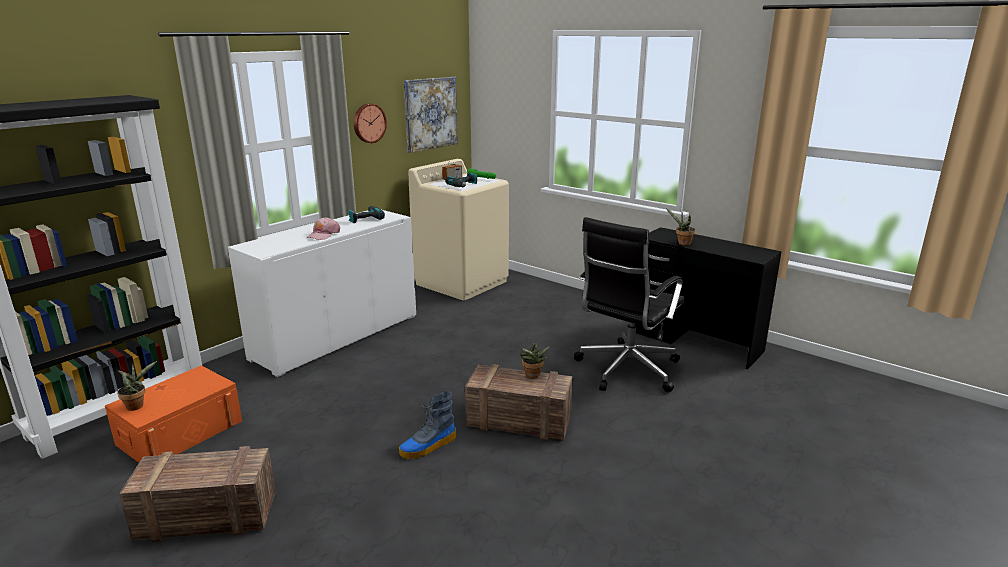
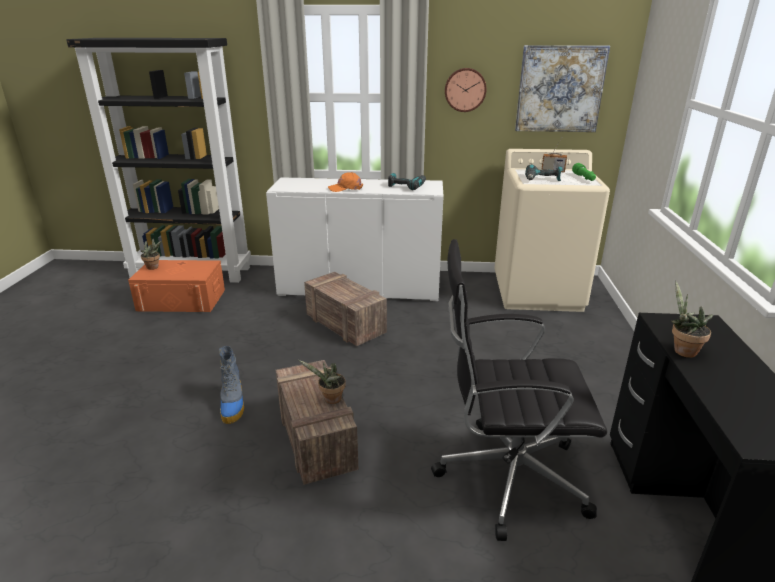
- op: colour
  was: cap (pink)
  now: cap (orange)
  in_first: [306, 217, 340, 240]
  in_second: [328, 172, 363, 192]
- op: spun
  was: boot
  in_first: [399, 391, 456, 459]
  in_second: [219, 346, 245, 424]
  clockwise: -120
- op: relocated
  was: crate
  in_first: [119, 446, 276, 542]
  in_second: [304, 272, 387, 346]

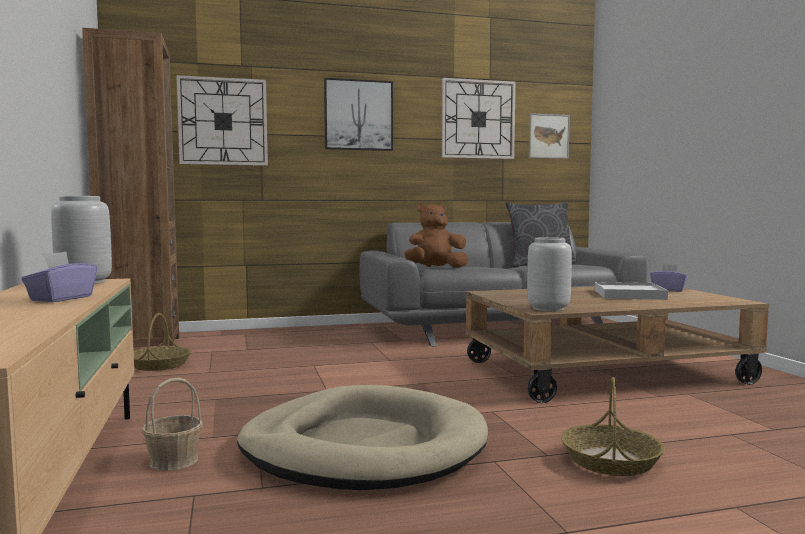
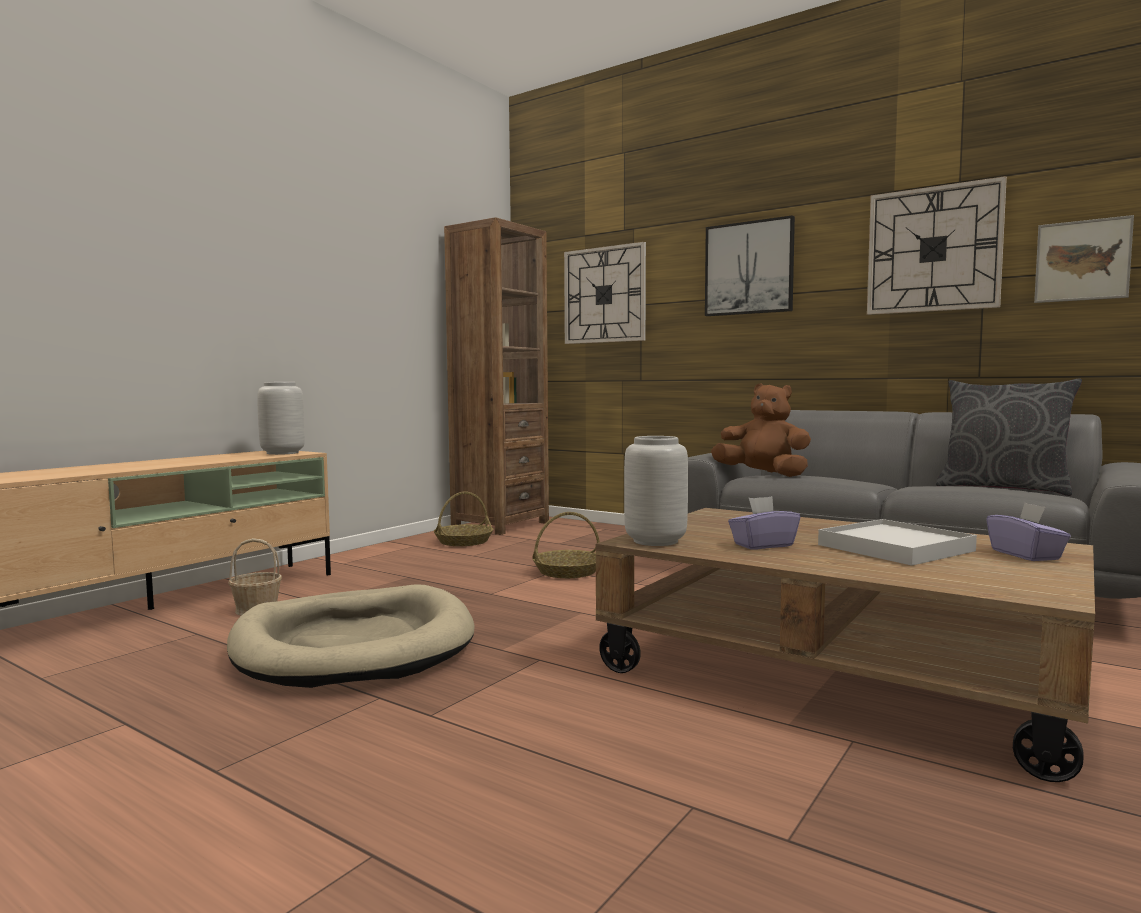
- op: relocated
  was: tissue box (purple)
  in_first: [21, 252, 97, 302]
  in_second: [728, 496, 800, 549]
- op: relocated
  was: basket
  in_first: [561, 377, 665, 476]
  in_second: [532, 512, 600, 578]

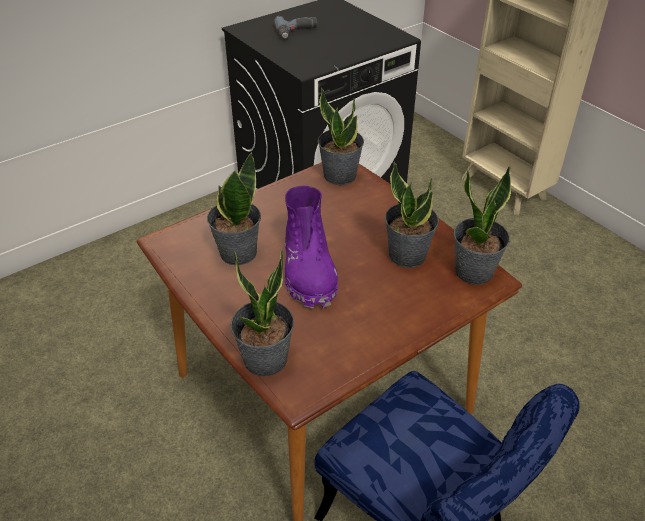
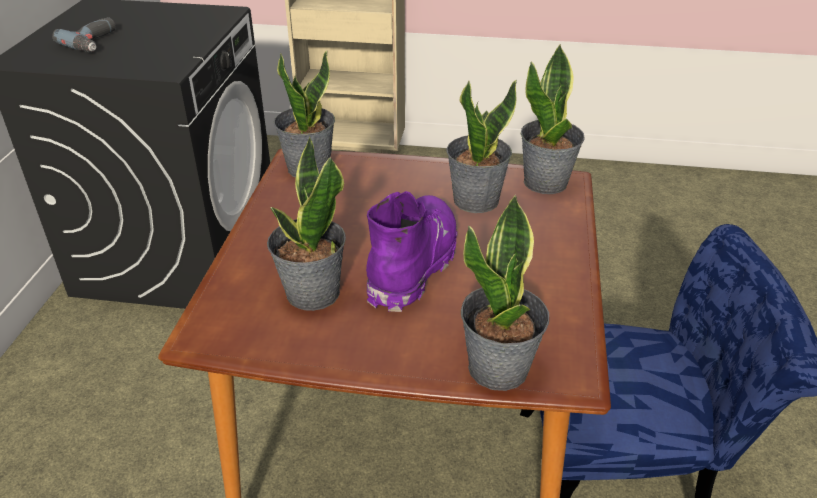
- op: spun
  was: boot (purple)
  in_first: [284, 186, 338, 308]
  in_second: [366, 191, 457, 312]
  clockwise: -105

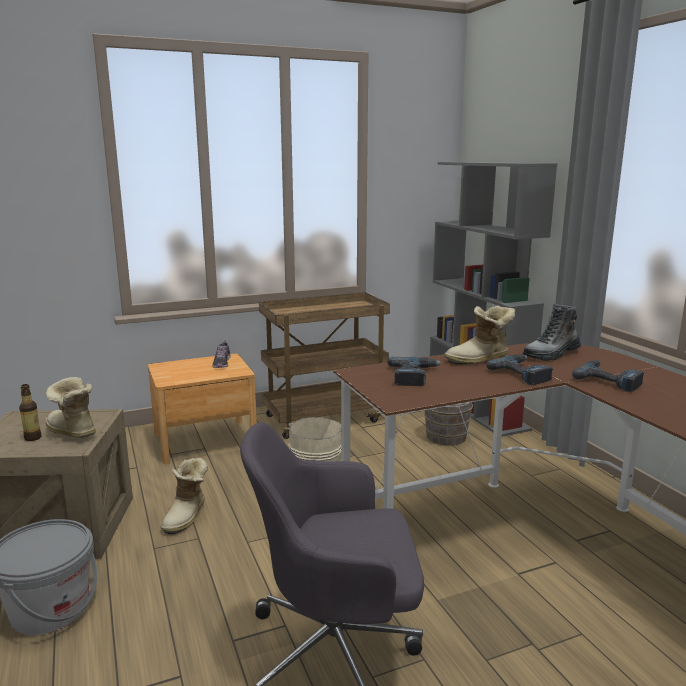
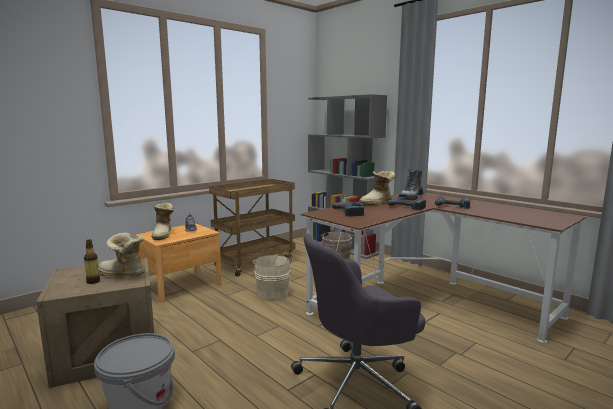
- op: relocated
  was: boot
  in_first: [160, 458, 208, 534]
  in_second: [151, 203, 174, 240]

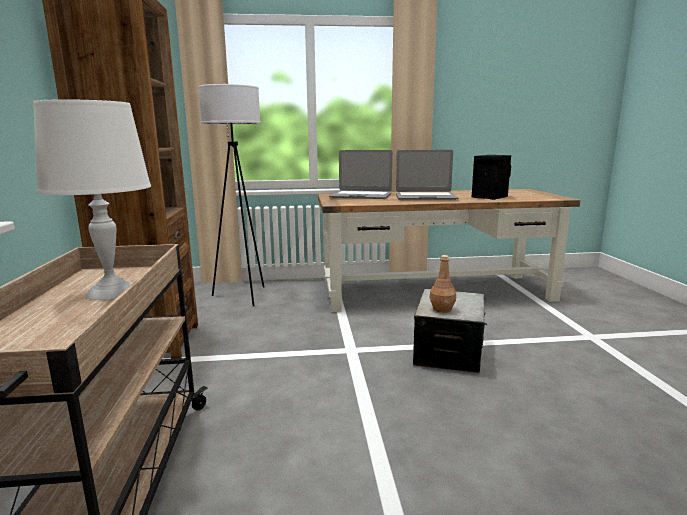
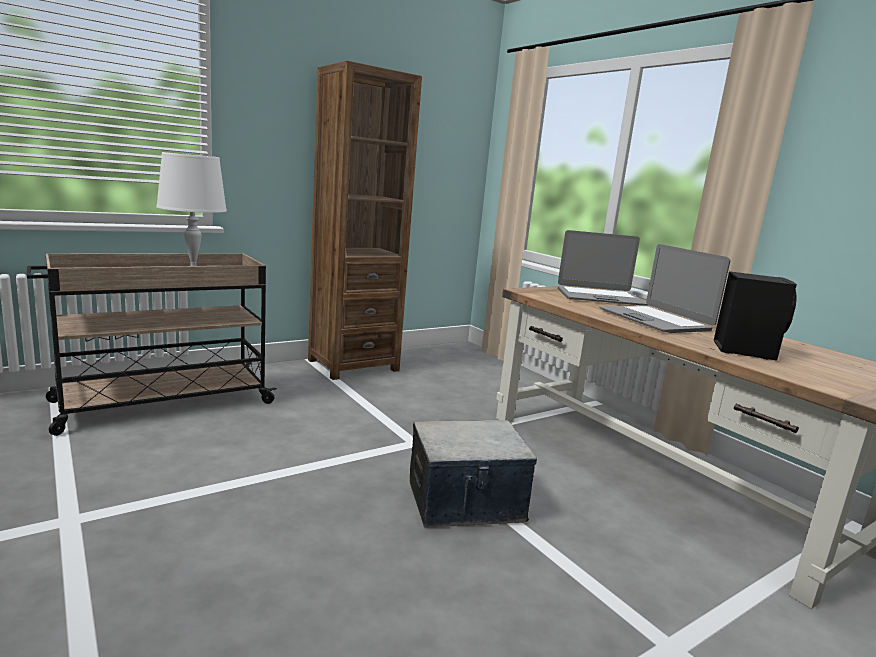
- op: missing
  was: floor lamp (white)
  in_first: [198, 84, 264, 306]
- op: spun
  was: laptop
  in_first: [329, 150, 392, 199]
  in_second: [558, 230, 647, 306]
  clockwise: -75
- op: missing
  was: bottle (brown)
  in_first: [430, 255, 456, 313]

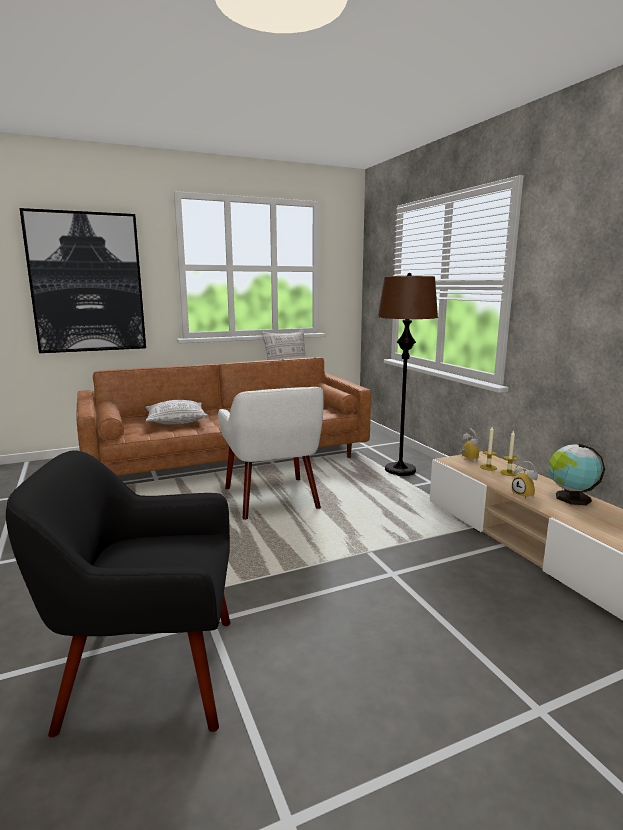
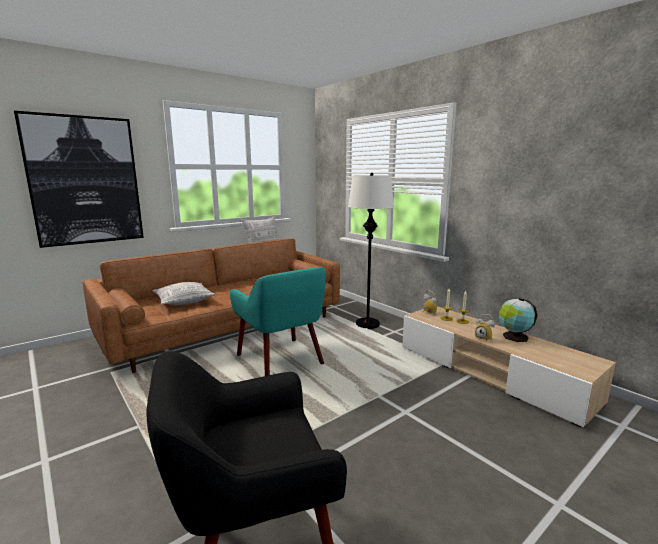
- op: colour
  was: floor lamp (brown)
  now: floor lamp (white)
  in_first: [377, 273, 438, 476]
  in_second: [348, 173, 394, 329]
- op: colour
  was: armchair (white)
  now: armchair (turquoise)
  in_first: [218, 387, 323, 520]
  in_second: [230, 267, 326, 376]

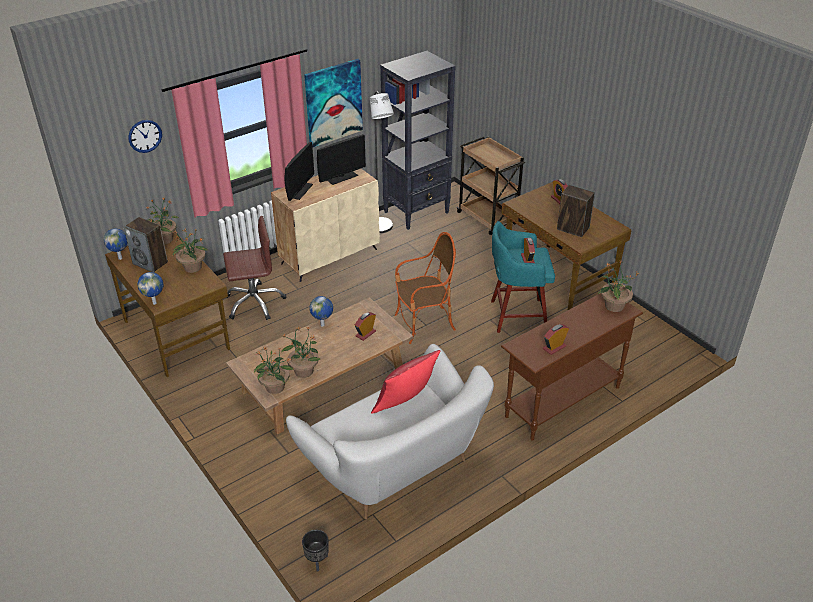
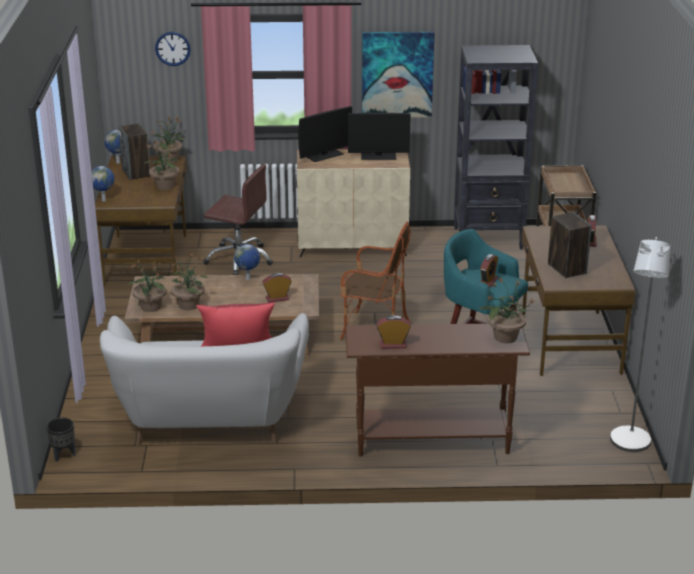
- op: relocated
  was: floor lamp (grey)
  in_first: [370, 92, 394, 233]
  in_second: [610, 237, 670, 452]

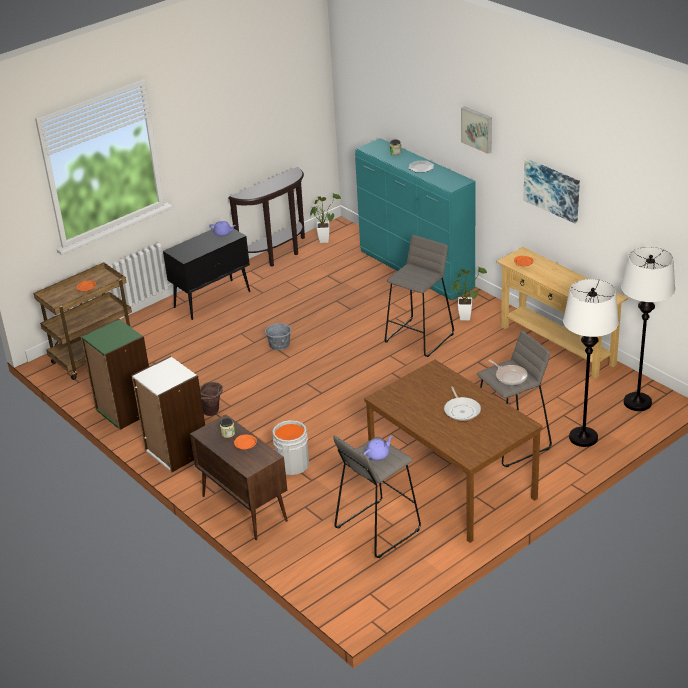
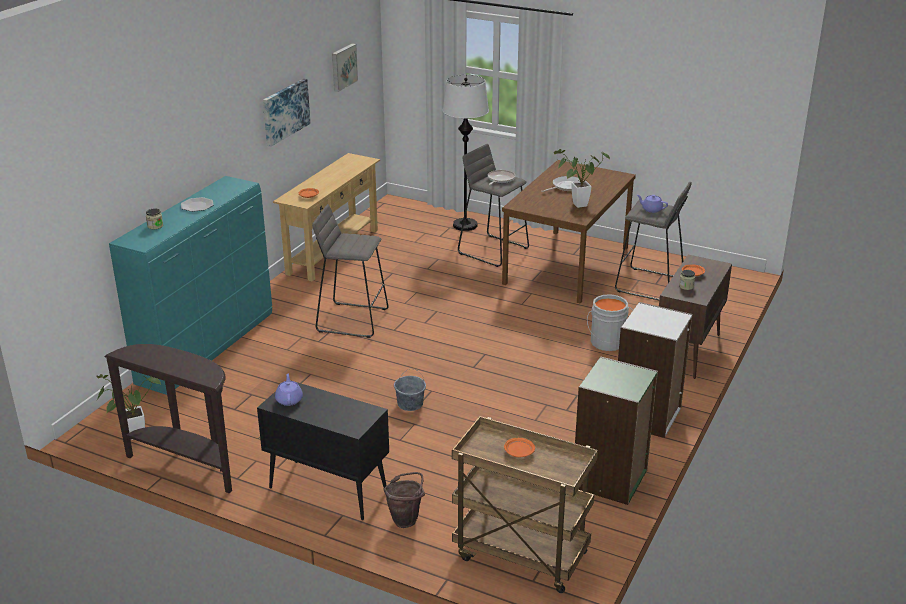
- op: relocated
  was: picture
  in_first: [461, 106, 492, 154]
  in_second: [332, 43, 358, 92]
- op: missing
  was: floor lamp (white)
  in_first: [621, 247, 675, 411]
- op: relocated
  was: potted plant
  in_first: [451, 267, 487, 321]
  in_second: [554, 149, 610, 208]
- op: relocated
  was: bucket (brown)
  in_first: [200, 382, 223, 416]
  in_second: [383, 472, 425, 528]

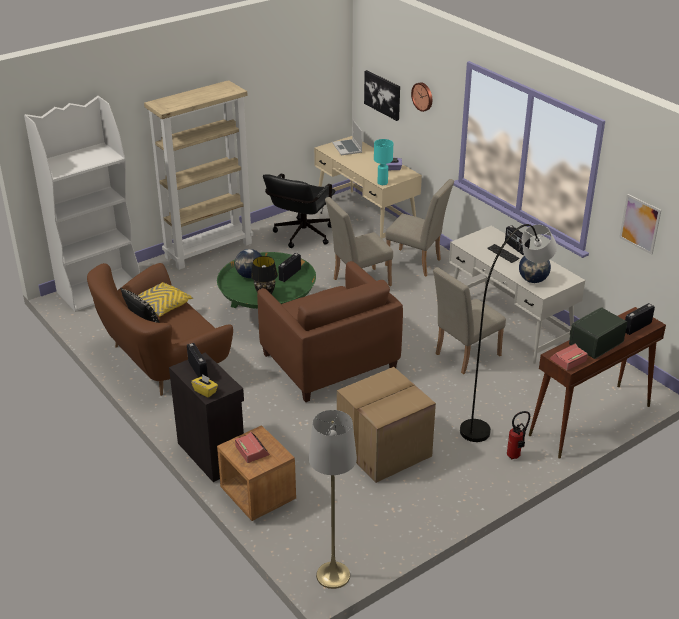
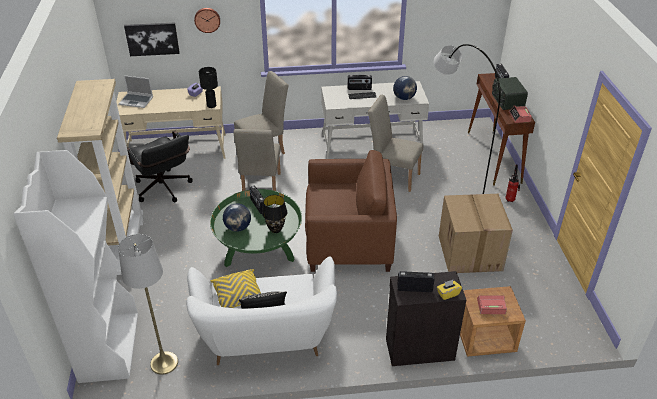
- op: colour
  was: table lamp (turquoise)
  now: table lamp (black)
  in_first: [374, 139, 393, 185]
  in_second: [199, 67, 218, 108]
- op: missing
  was: picture
  in_first: [619, 194, 661, 255]
- op: colour
  was: sofa (brown)
  now: sofa (white)
  in_first: [87, 263, 233, 396]
  in_second: [186, 256, 337, 365]
- op: spun
  was: chair (beige)
  in_first: [433, 267, 506, 374]
  in_second: [368, 95, 424, 192]
  clockwise: 120
- op: relocated
  was: floor lamp (grey)
  in_first: [309, 410, 357, 589]
  in_second: [118, 234, 178, 375]

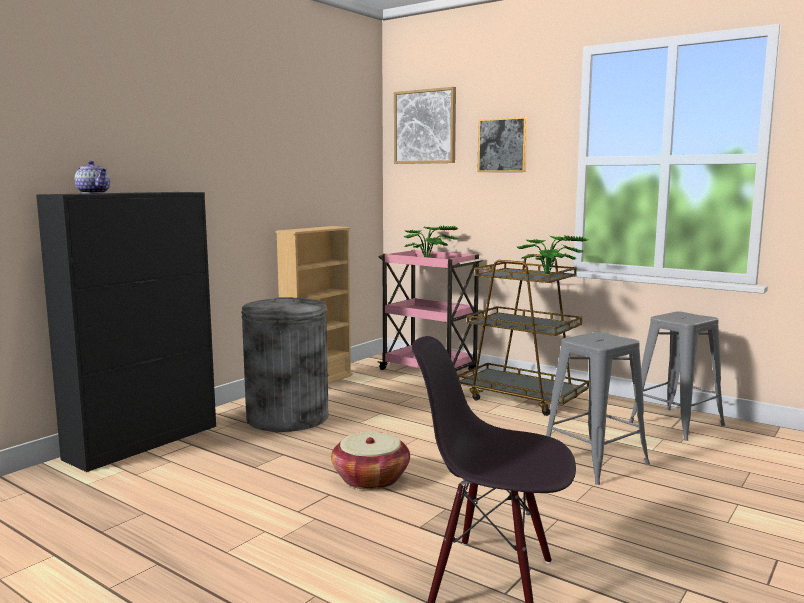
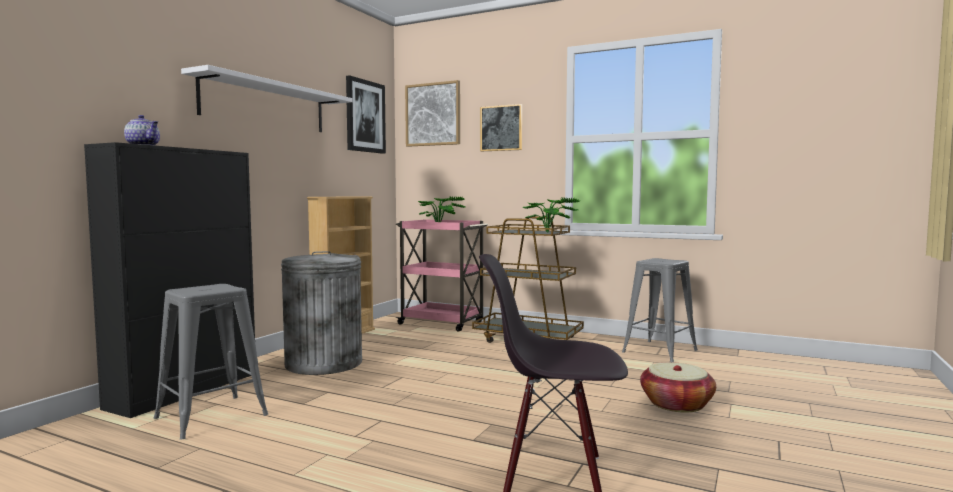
- op: relocated
  was: stool (grey)
  in_first: [546, 332, 650, 485]
  in_second: [154, 284, 268, 440]
- op: relocated
  was: basket
  in_first: [331, 432, 410, 490]
  in_second: [640, 362, 716, 413]
- op: appeared
  now: shelf (white)
  in_second: [181, 65, 352, 132]
- op: appeared
  now: picture
  in_second: [346, 75, 386, 154]

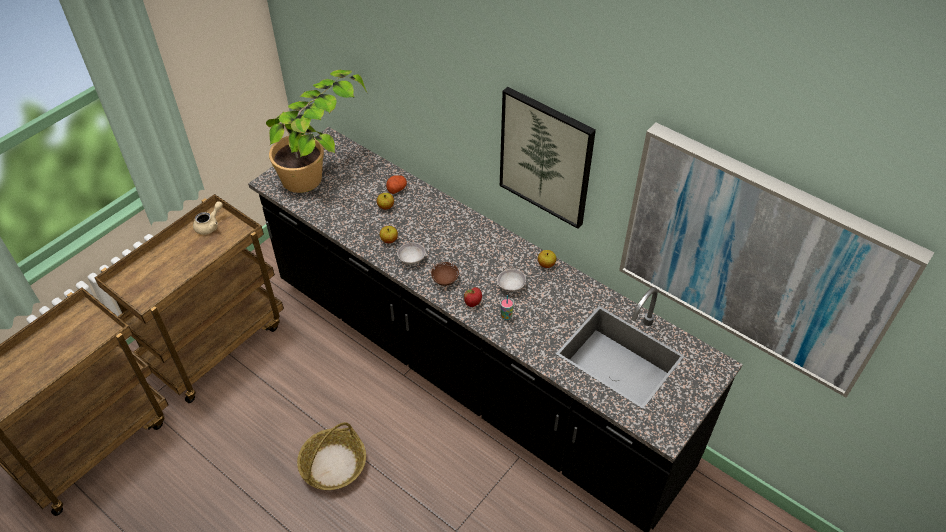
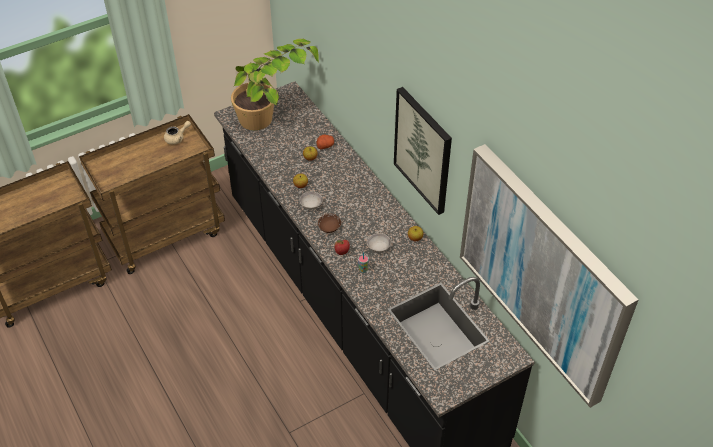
- op: missing
  was: basket
  in_first: [297, 422, 366, 490]

